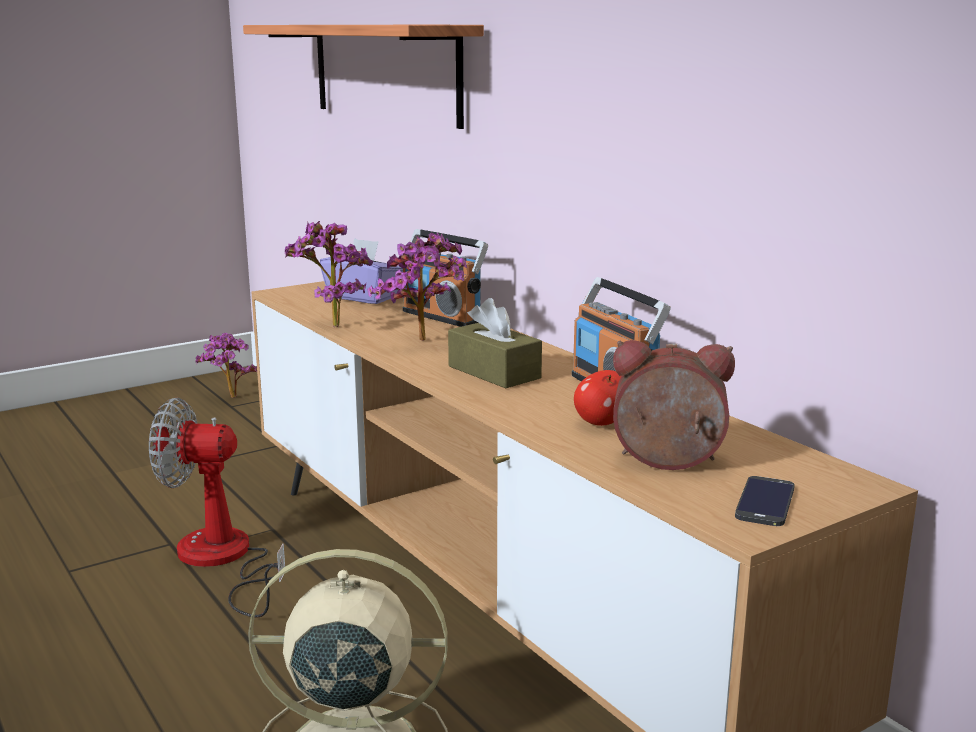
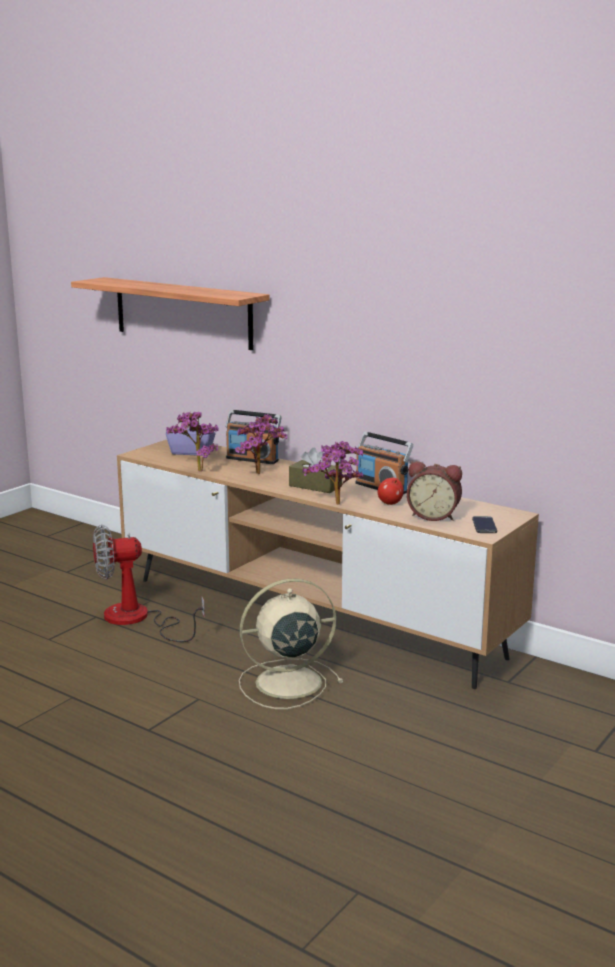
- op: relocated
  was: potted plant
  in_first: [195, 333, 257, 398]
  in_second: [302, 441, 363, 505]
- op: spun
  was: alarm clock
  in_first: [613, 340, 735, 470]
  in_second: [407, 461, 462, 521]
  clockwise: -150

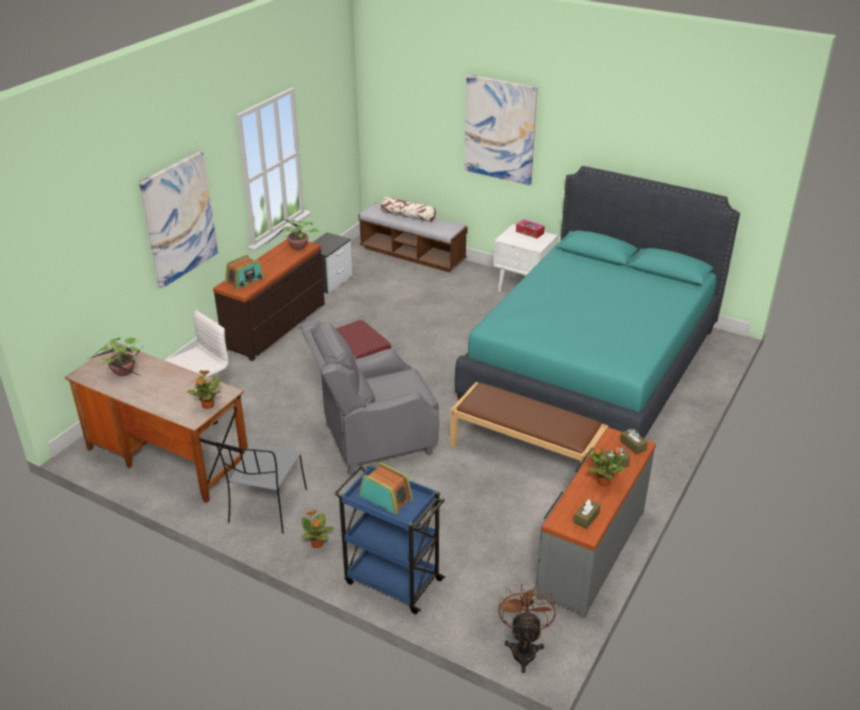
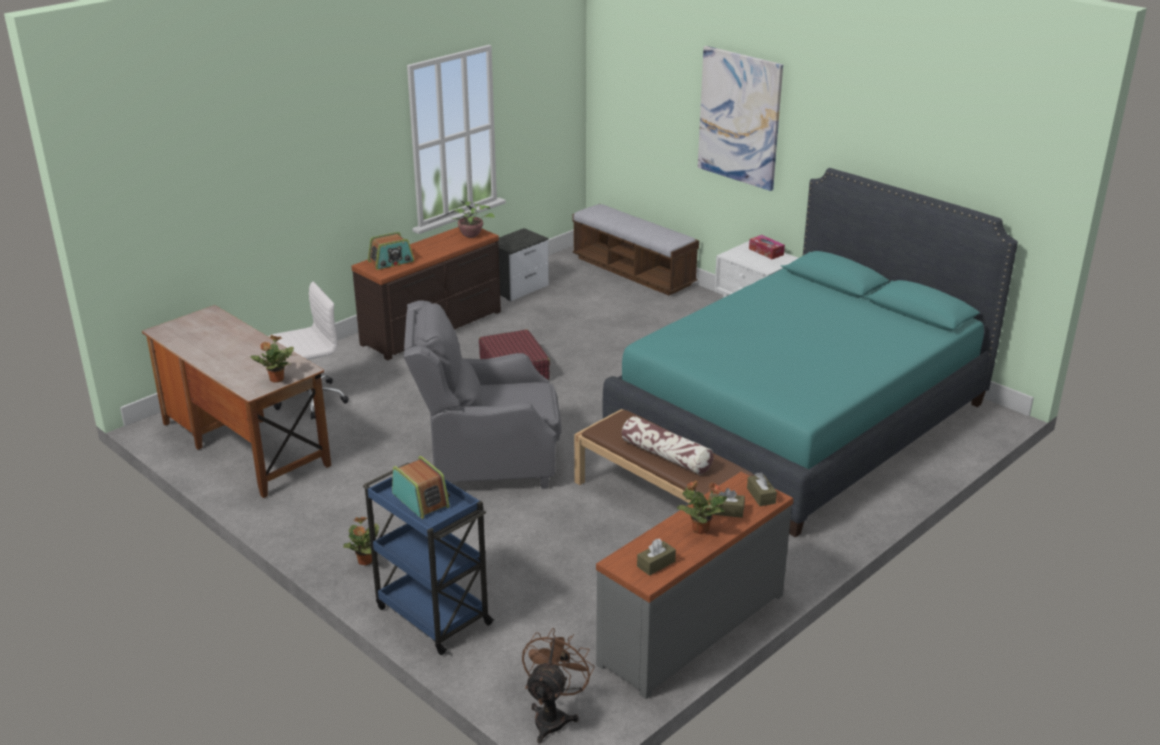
- op: missing
  was: picture
  in_first: [139, 151, 218, 289]
- op: relocated
  was: pillow
  in_first: [381, 197, 436, 222]
  in_second: [622, 416, 713, 475]
- op: missing
  was: potted plant
  in_first: [88, 338, 143, 377]
- op: missing
  was: chair (grey)
  in_first: [216, 442, 307, 533]

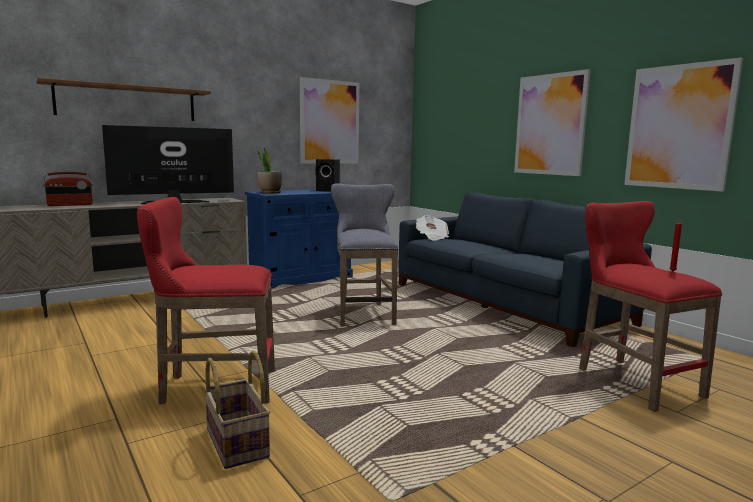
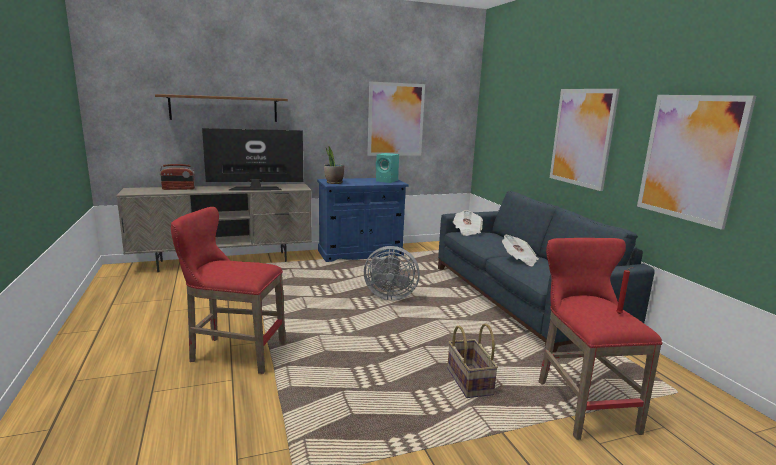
- op: colour
  was: speaker (black)
  now: speaker (turquoise)
  in_first: [315, 159, 340, 192]
  in_second: [376, 153, 399, 183]
- op: exchanged
  was: stool (grey)
  now: fan (grey)
  in_first: [331, 184, 399, 326]
  in_second: [364, 246, 420, 300]
- op: relocated
  was: basket
  in_first: [204, 351, 270, 469]
  in_second: [447, 323, 498, 398]
- op: appeared
  now: newspaper
  in_second: [502, 235, 539, 266]

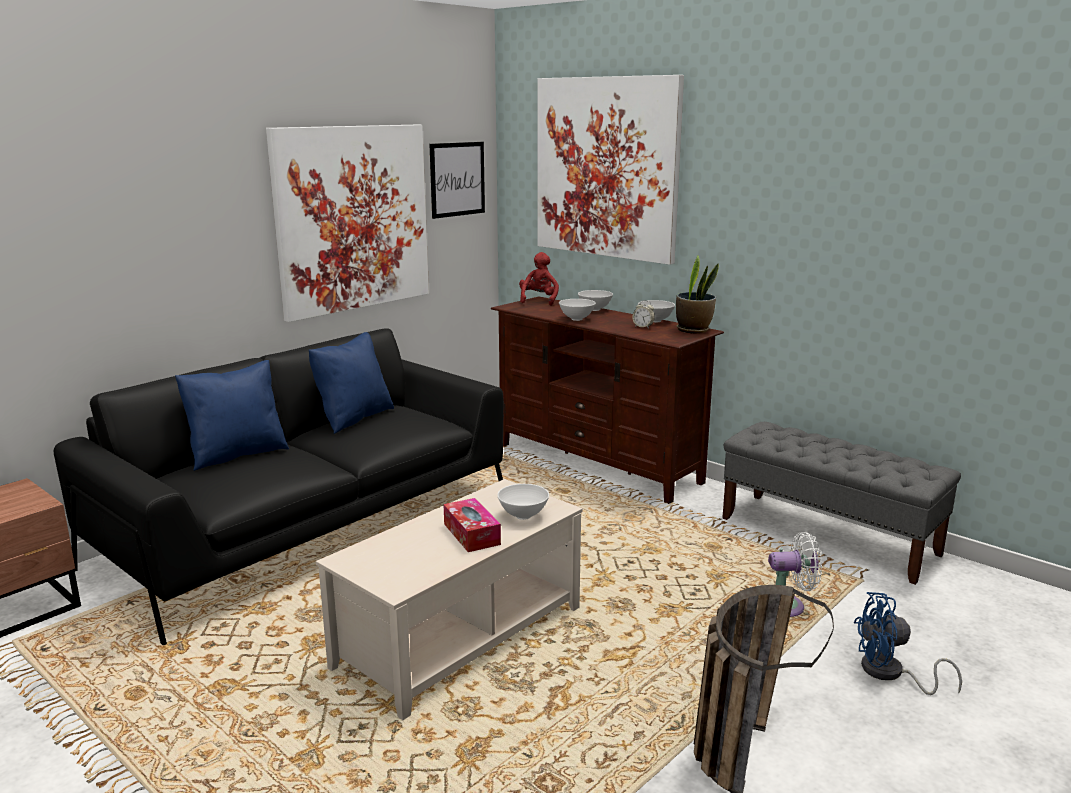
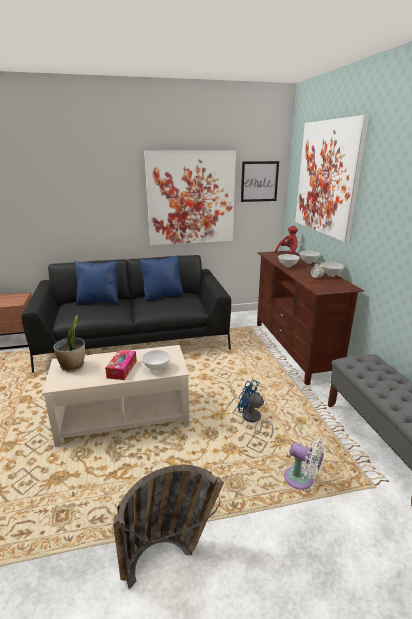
- op: relocated
  was: potted plant
  in_first: [676, 256, 719, 334]
  in_second: [54, 315, 85, 372]
- op: relocated
  was: fan (blue)
  in_first: [854, 592, 962, 695]
  in_second: [238, 380, 273, 439]

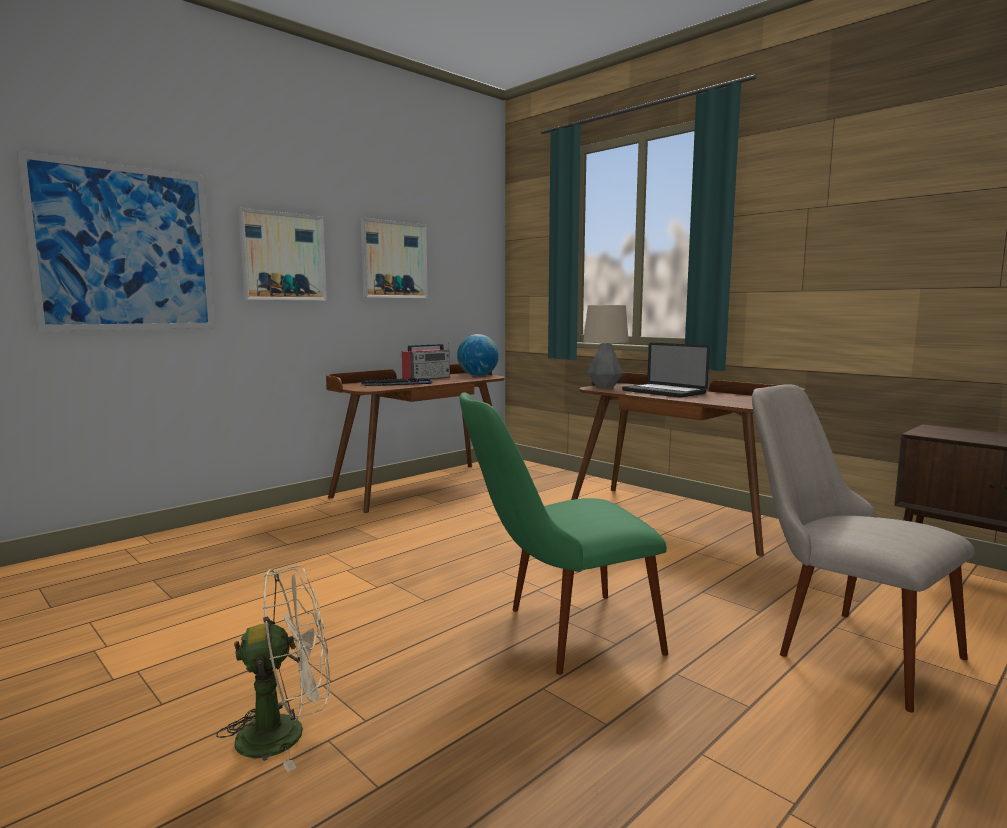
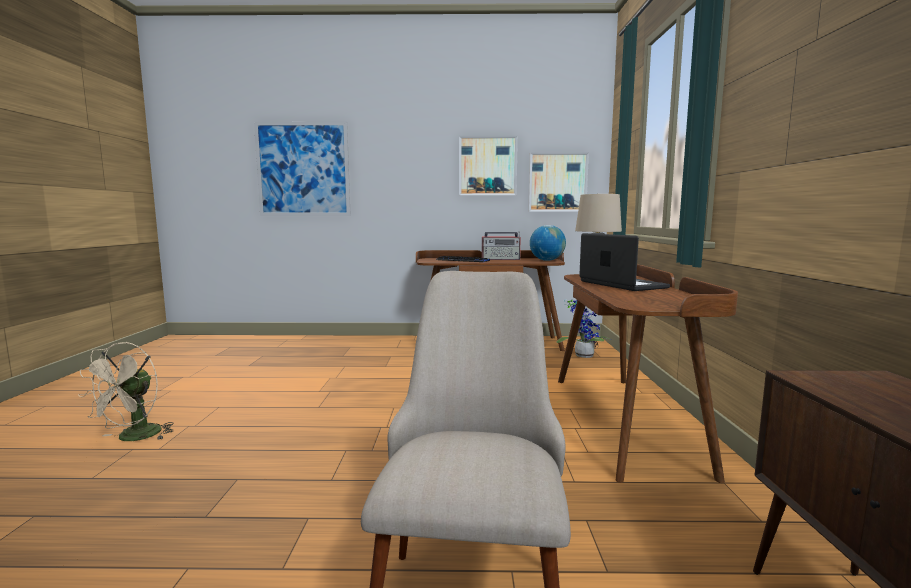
- op: relocated
  was: picture
  in_first: [238, 208, 327, 301]
  in_second: [528, 152, 589, 212]
- op: spun
  was: laptop
  in_first: [622, 343, 710, 398]
  in_second: [579, 233, 670, 291]
  clockwise: 150
- op: missing
  was: chair (green)
  in_first: [460, 392, 668, 675]
- op: spun
  was: fan (beige)
  in_first: [216, 566, 330, 772]
  in_second: [78, 342, 173, 441]
  clockwise: 75
- op: appeared
  now: potted plant
  in_second: [557, 299, 611, 358]

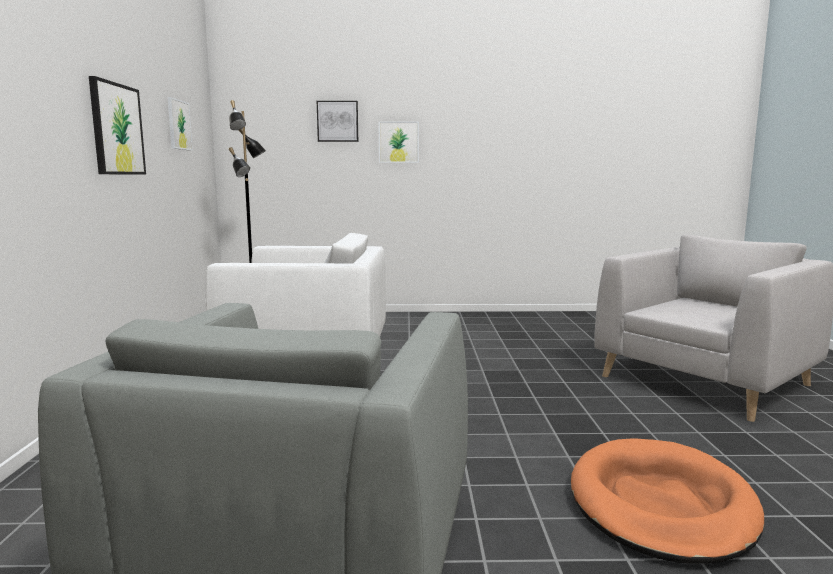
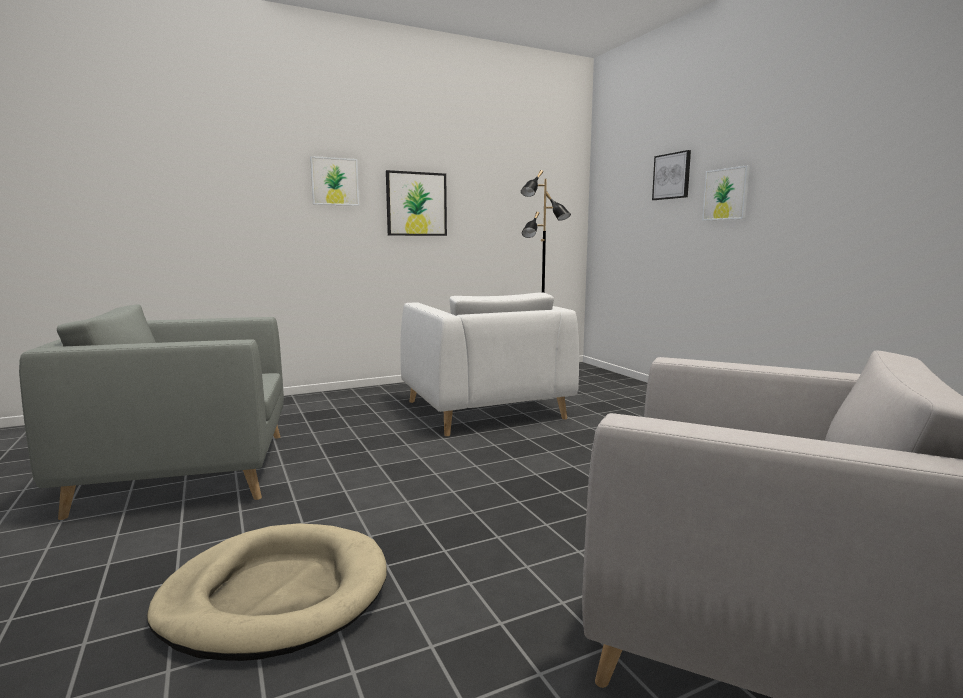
- op: relocated
  was: picture
  in_first: [168, 97, 193, 151]
  in_second: [310, 156, 359, 206]
- op: colour
  was: dog bed (orange)
  now: dog bed (beige)
  in_first: [571, 438, 764, 564]
  in_second: [147, 523, 387, 661]

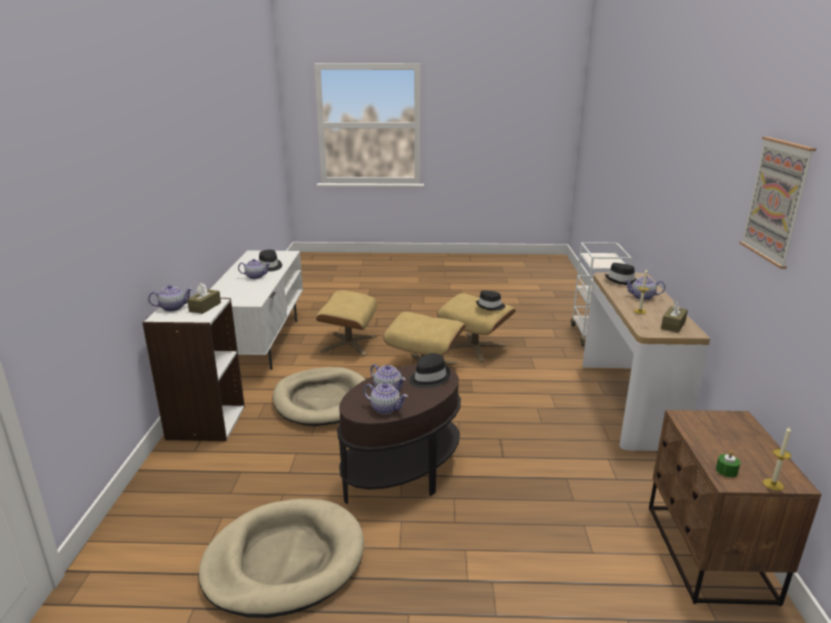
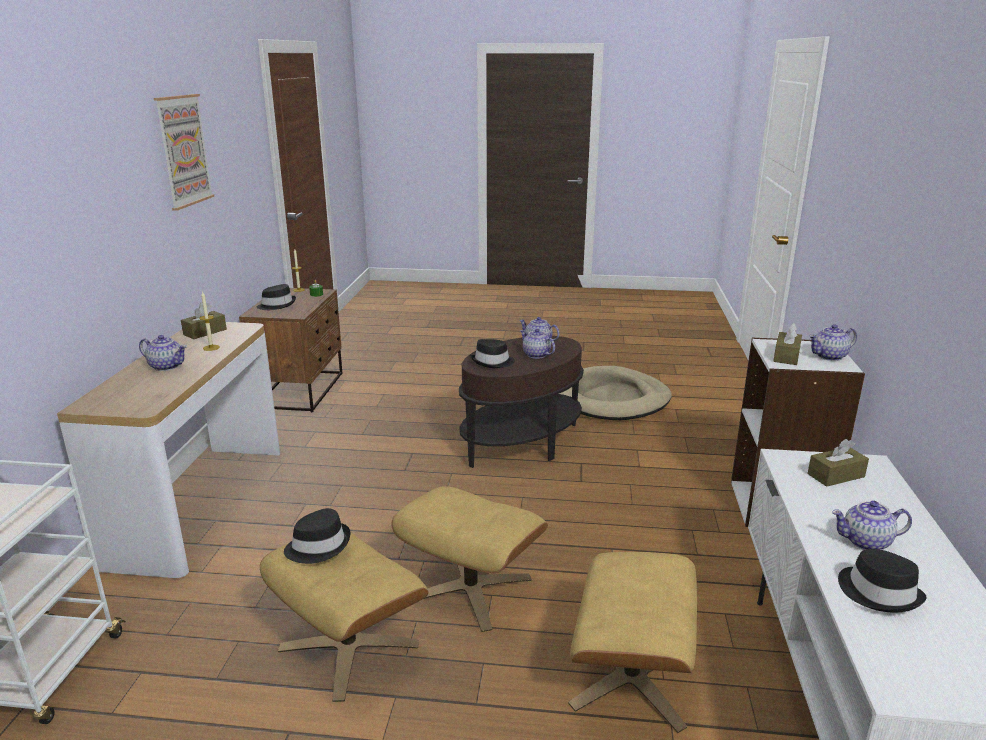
- op: relocated
  was: hat (black)
  in_first: [605, 263, 637, 285]
  in_second: [257, 284, 296, 310]
- op: missing
  was: dog bed (beige)
  in_first: [273, 367, 366, 426]
- op: appeared
  now: tissue box (brown)
  in_second: [807, 439, 869, 487]

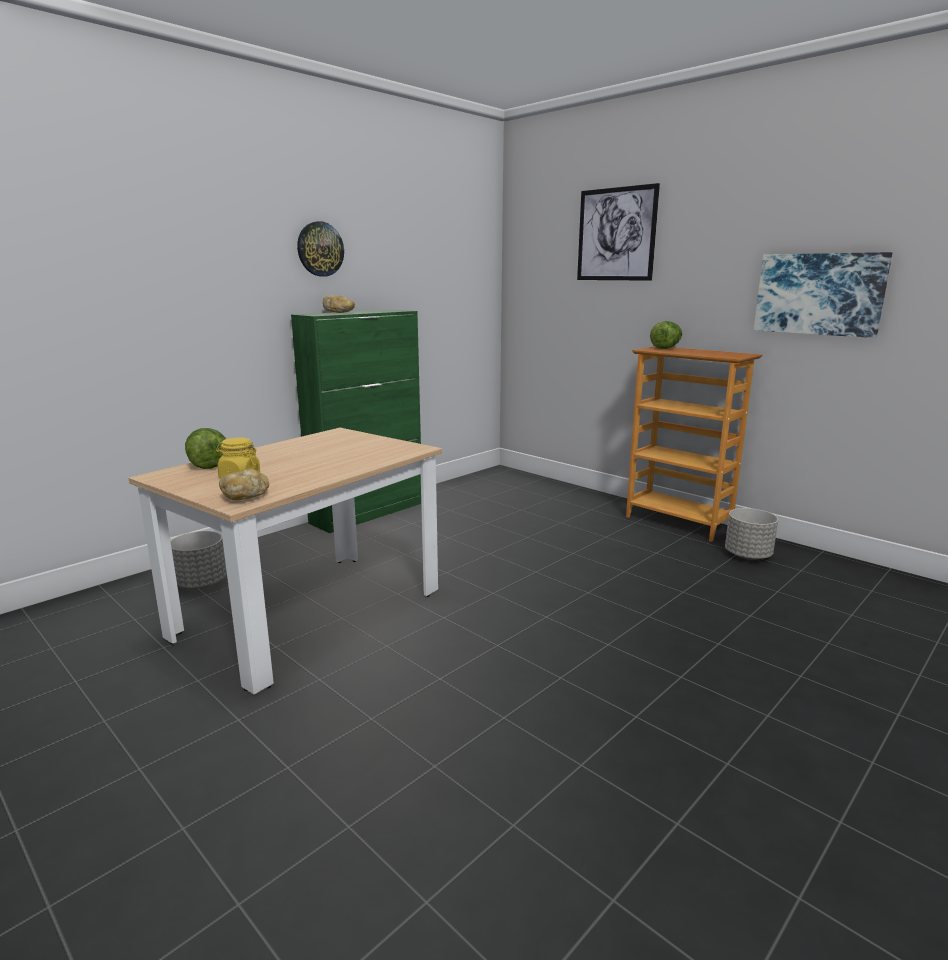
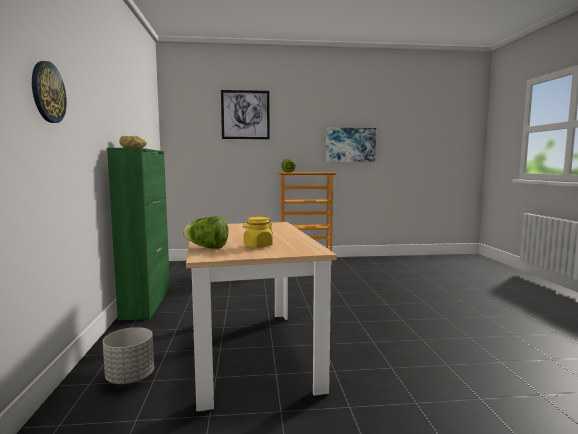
- op: relocated
  was: wall clock
  in_first: [297, 221, 344, 276]
  in_second: [32, 61, 67, 123]
- op: missing
  was: bread
  in_first: [219, 469, 269, 500]
- op: missing
  was: planter (grey)
  in_first: [725, 508, 778, 560]

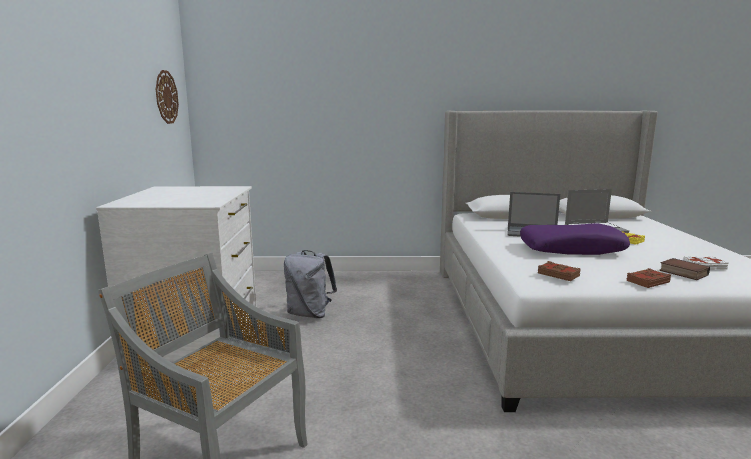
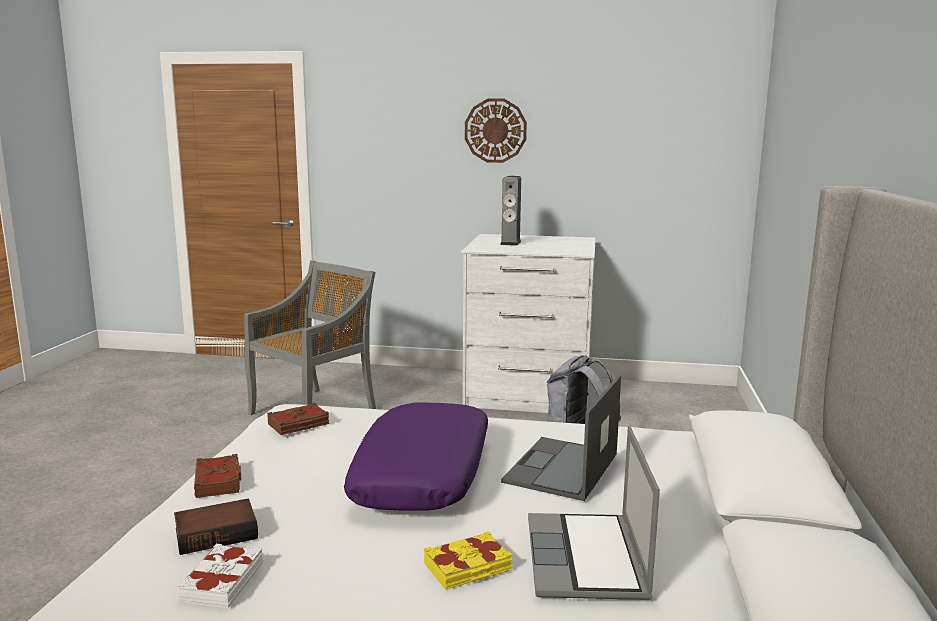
- op: relocated
  was: wall clock
  in_first: [156, 70, 179, 124]
  in_second: [465, 98, 527, 163]
- op: appeared
  now: speaker
  in_second: [500, 176, 521, 246]

